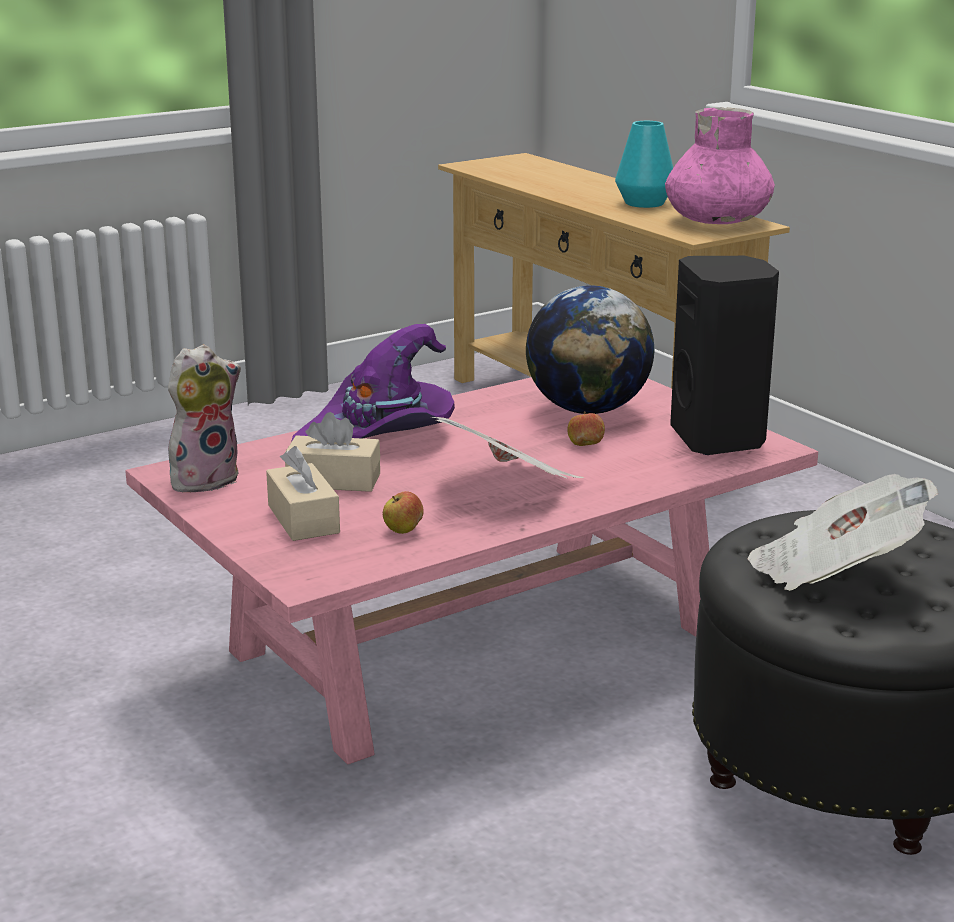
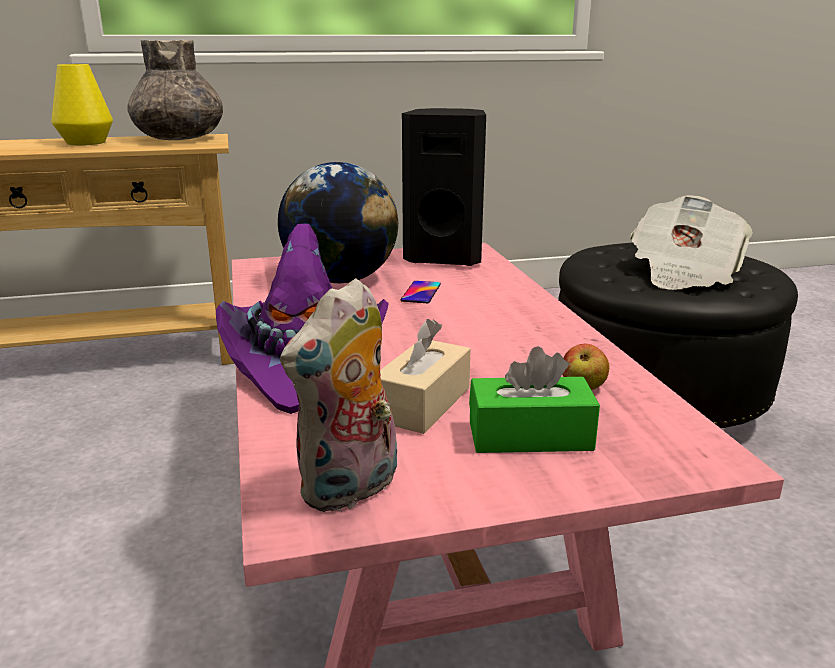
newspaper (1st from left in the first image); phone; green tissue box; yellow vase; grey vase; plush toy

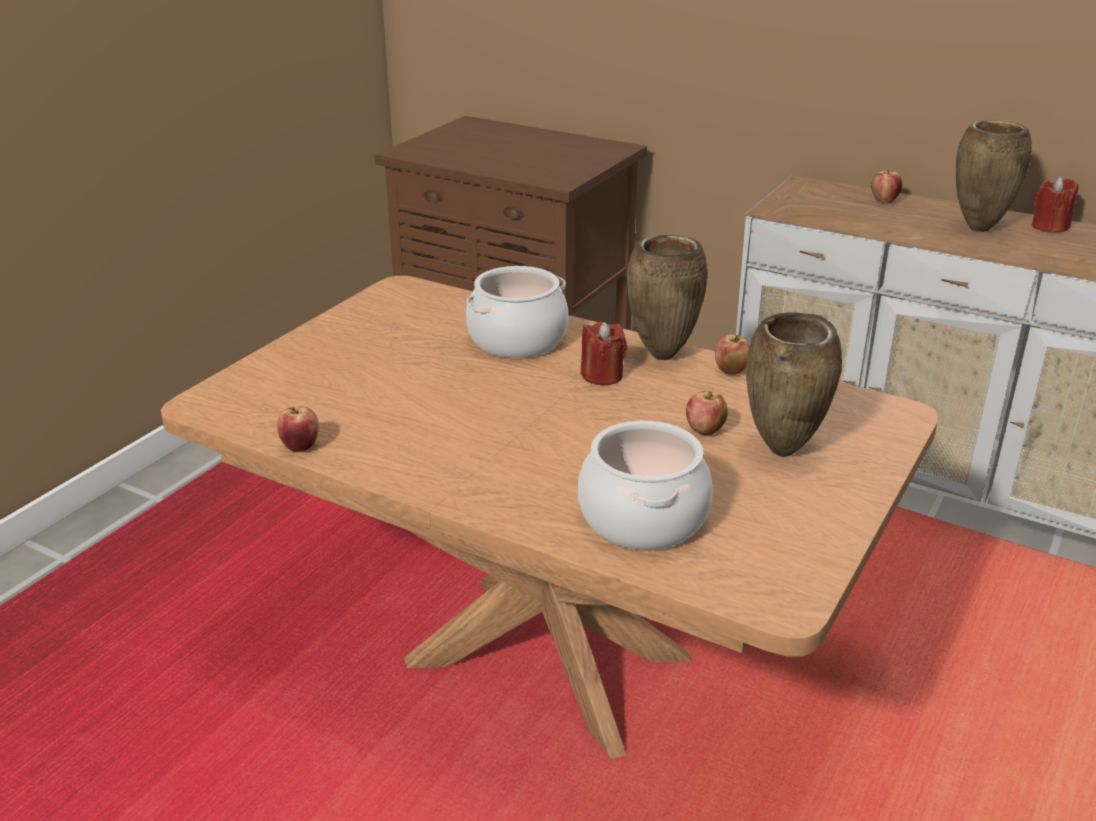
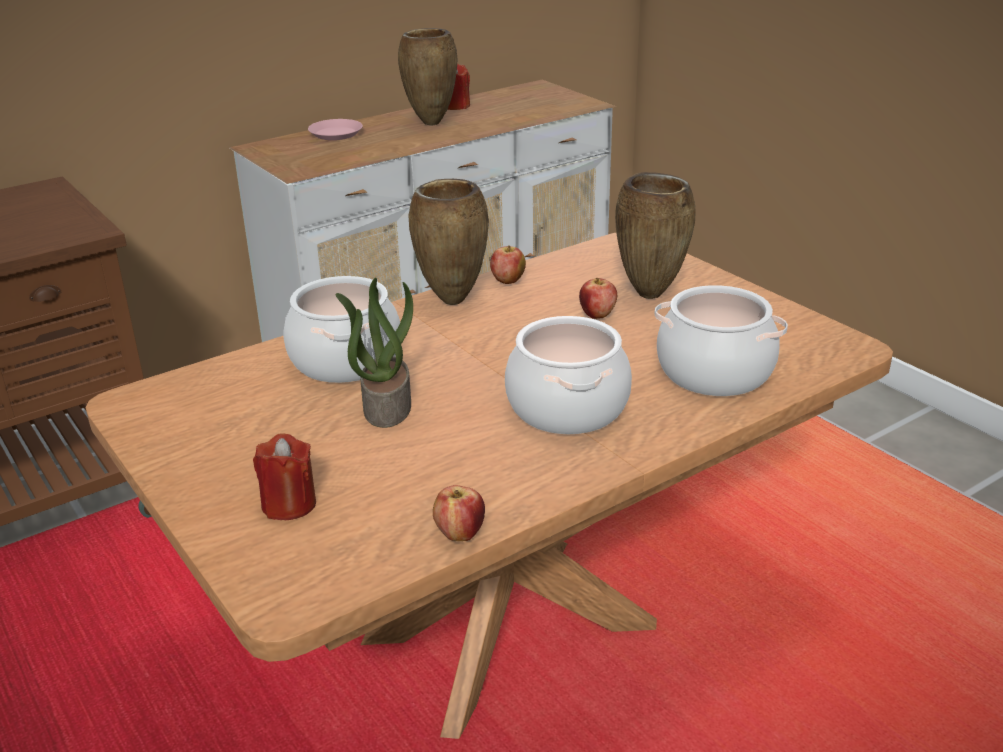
potted plant; cooking pot (2nd from left); red candle (1st from left); pink plate

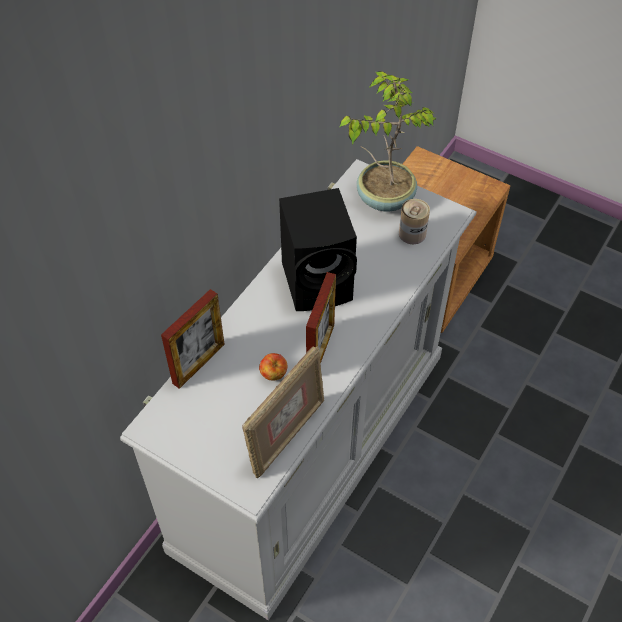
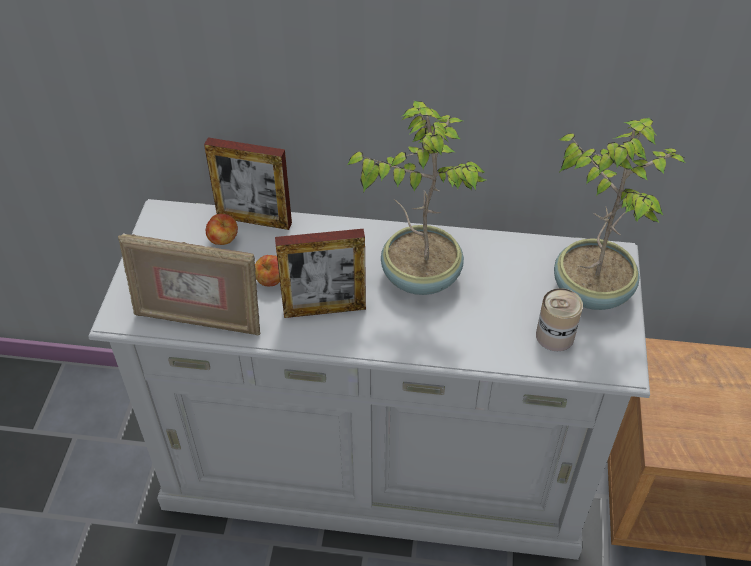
apple (1st from left); potted plant (1st from left)

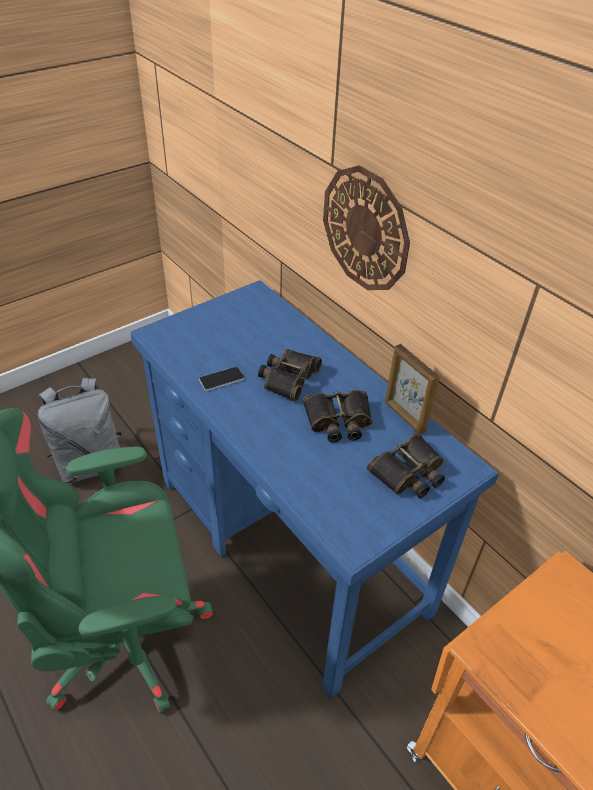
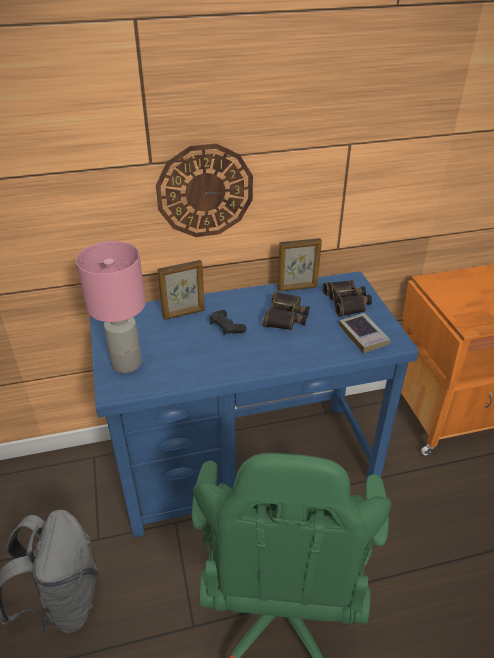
phone; pink table lamp; picture frame (1st from left); book; black game controller

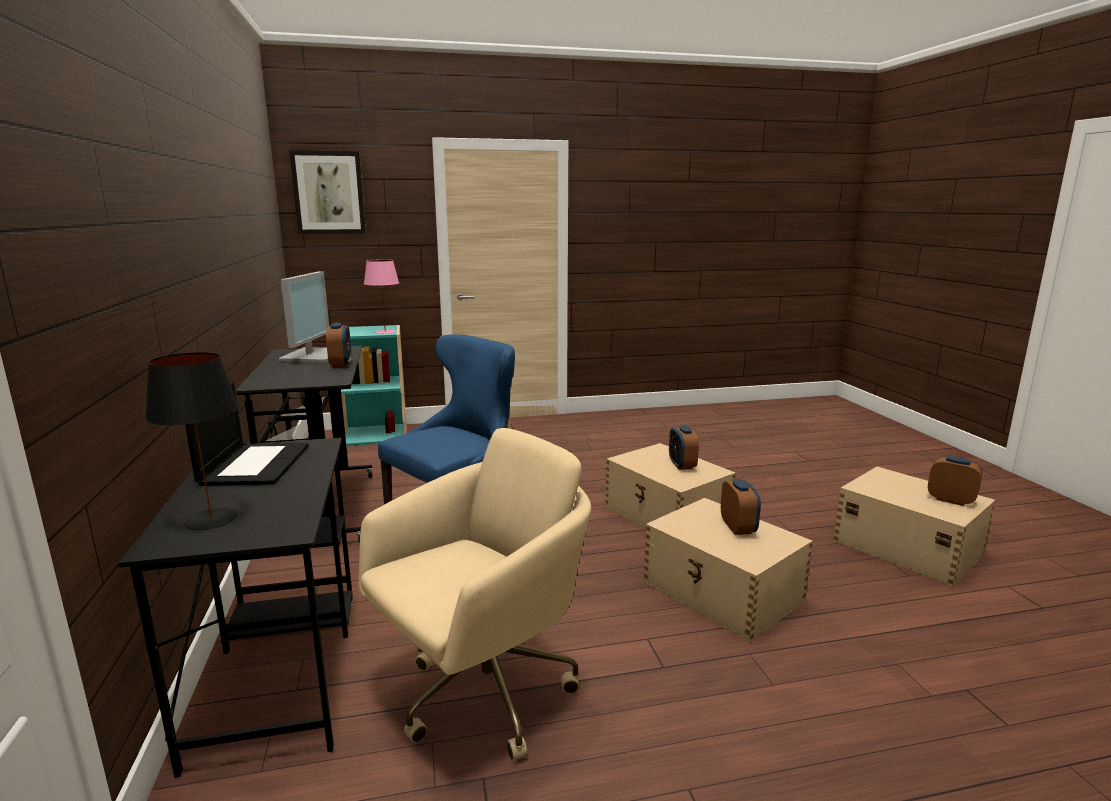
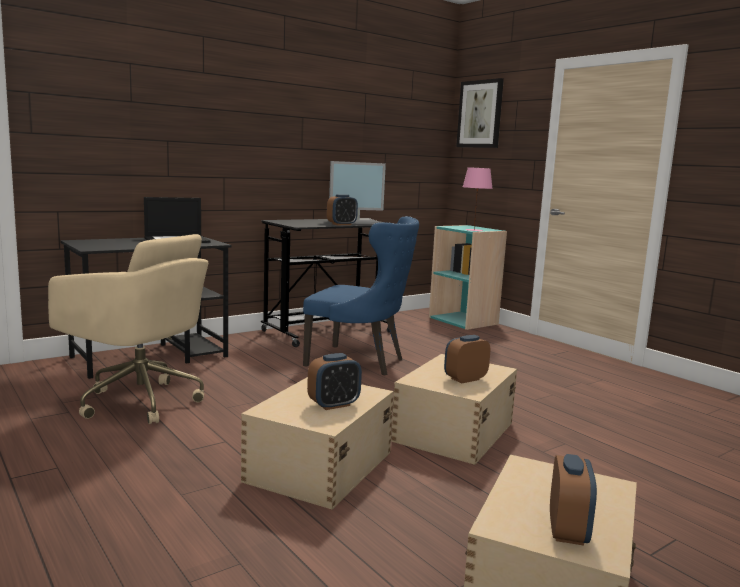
black table lamp

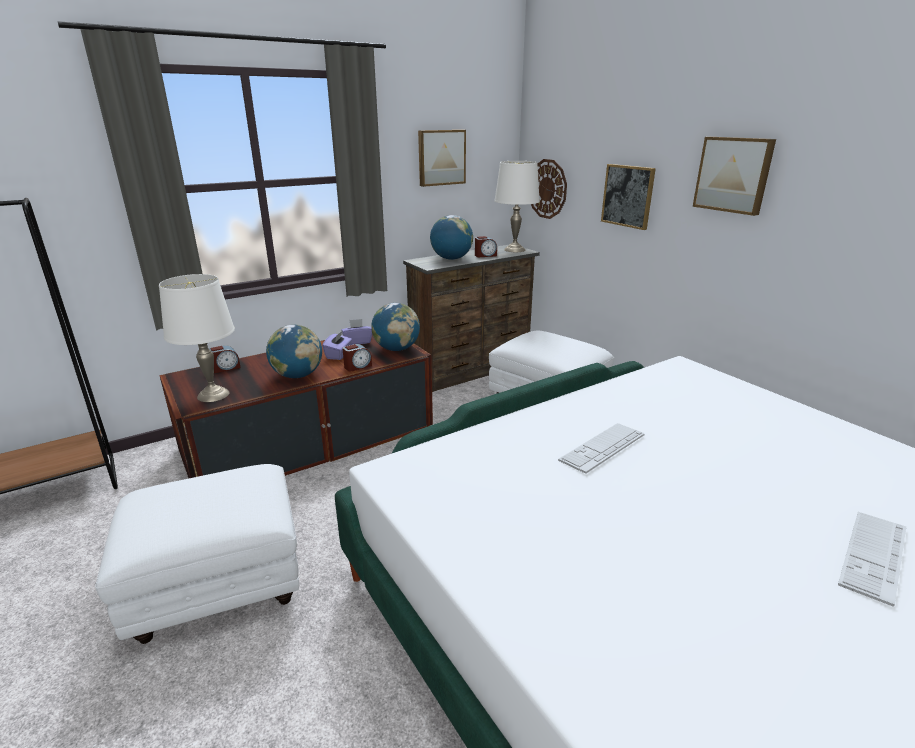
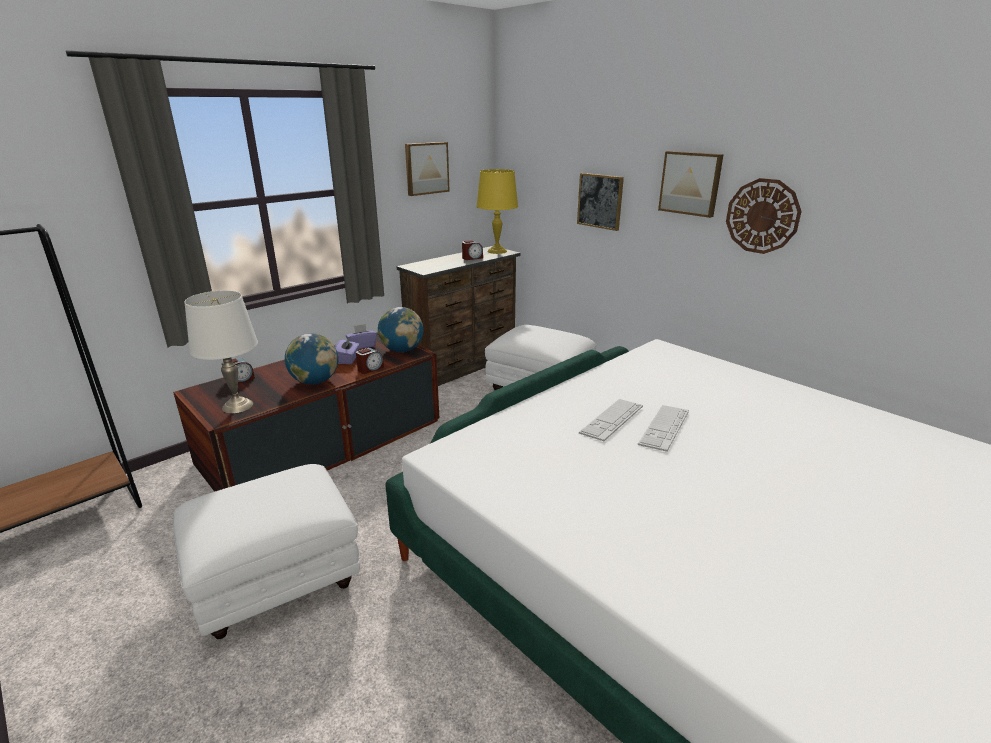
globe (3rd from left in the first image); wall clock; keyboard (2nd from left); yellow table lamp

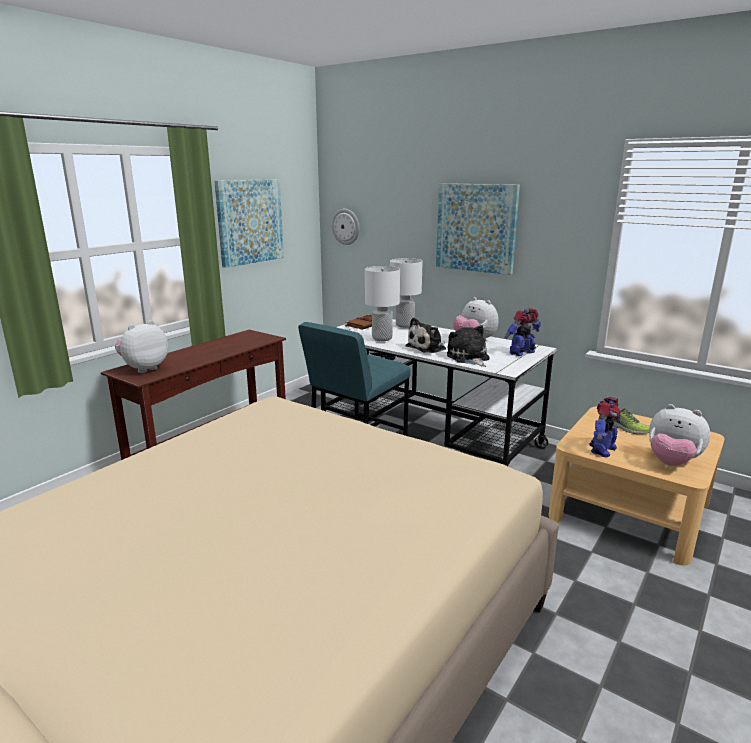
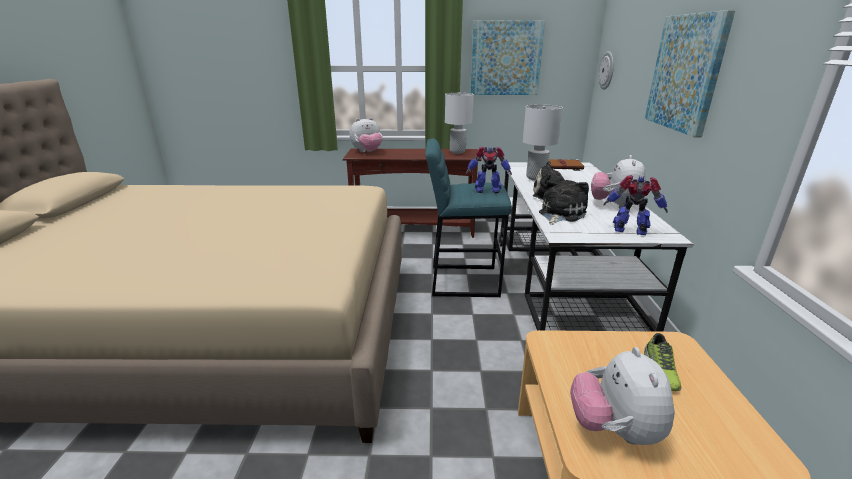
white table lamp (1st from left); toy robot (1st from left); plush toy (1st from left)

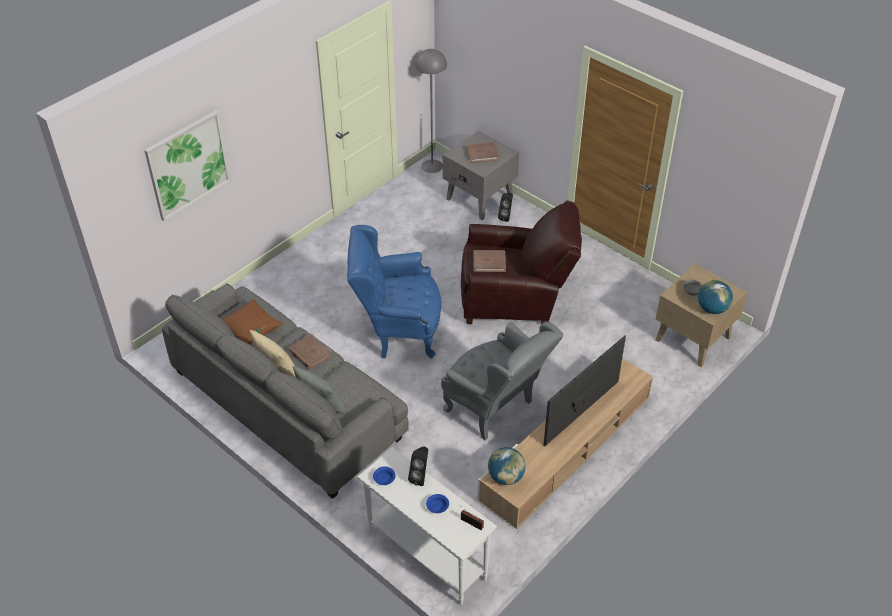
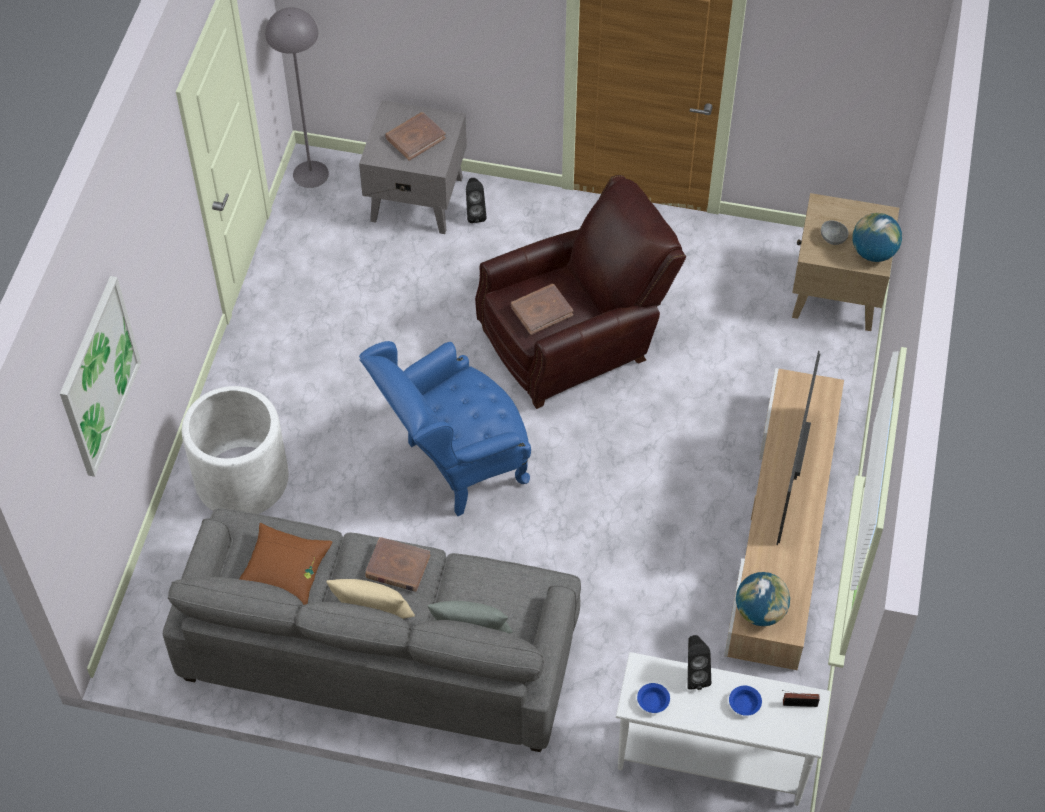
grey armchair; white planter

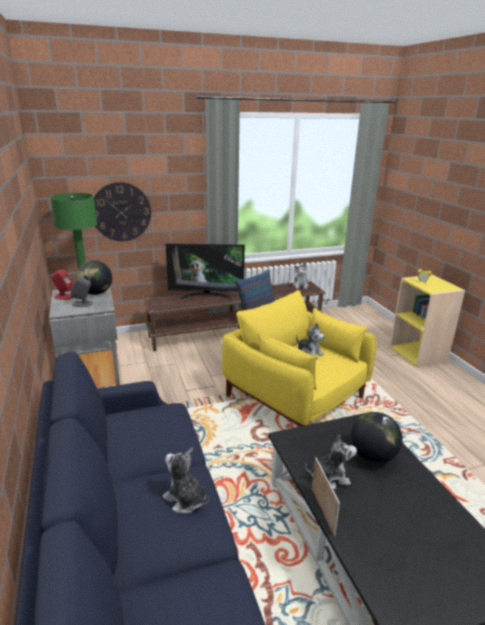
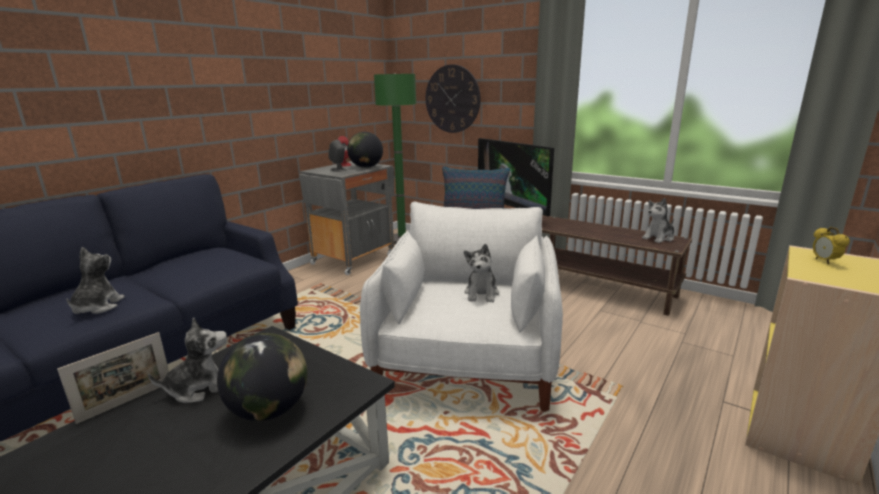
white armchair; plush toy (2nd from left)

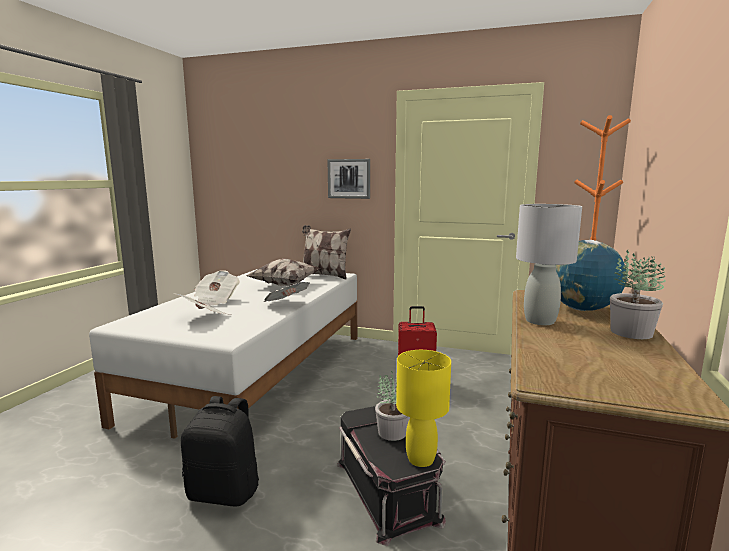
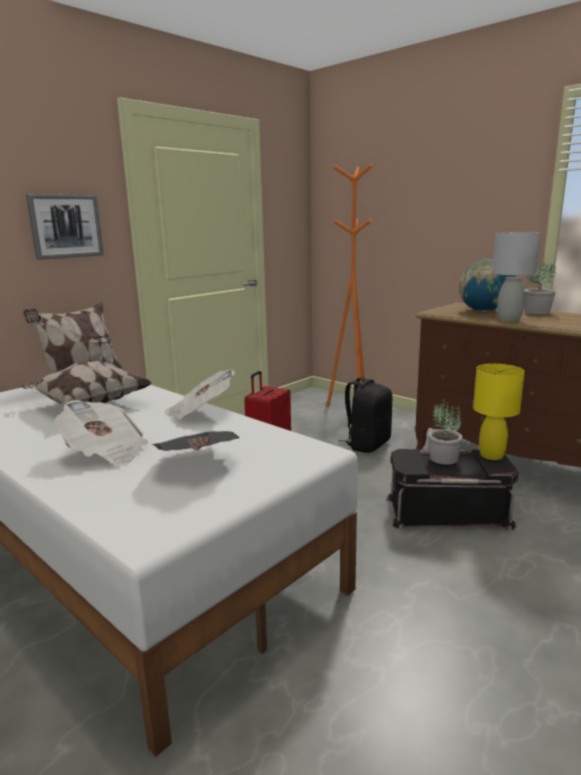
black backpack

